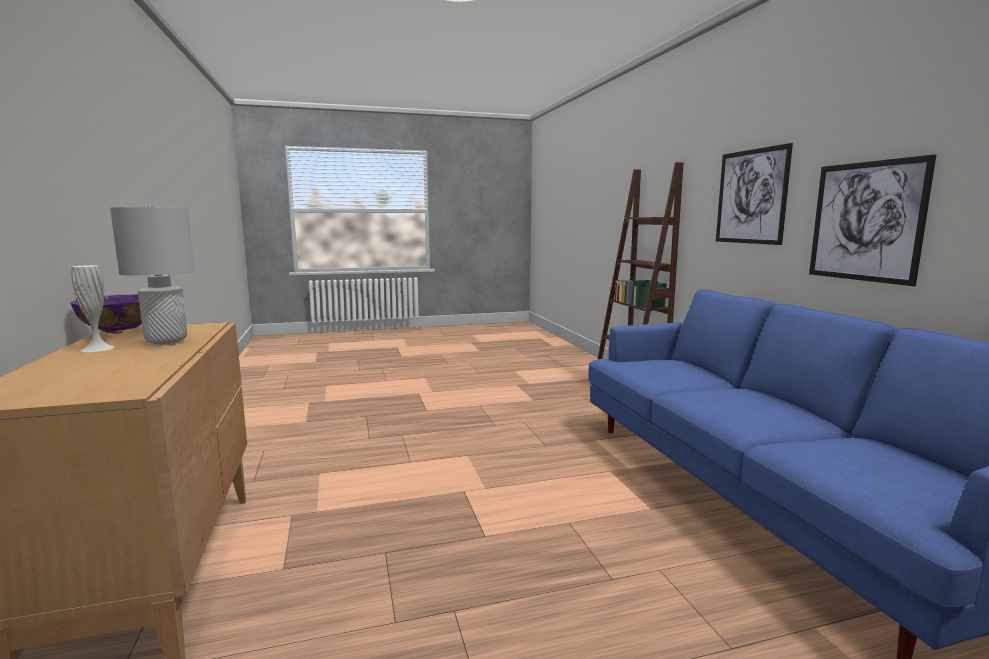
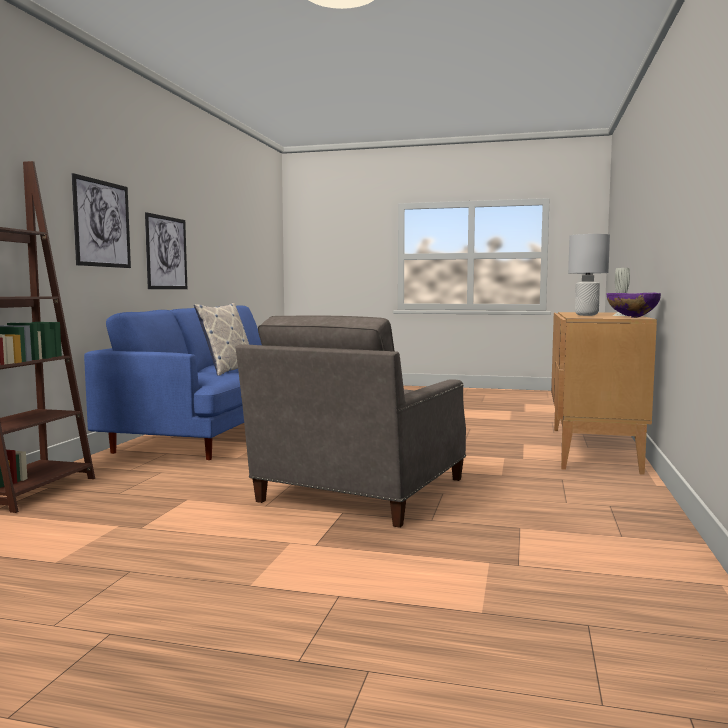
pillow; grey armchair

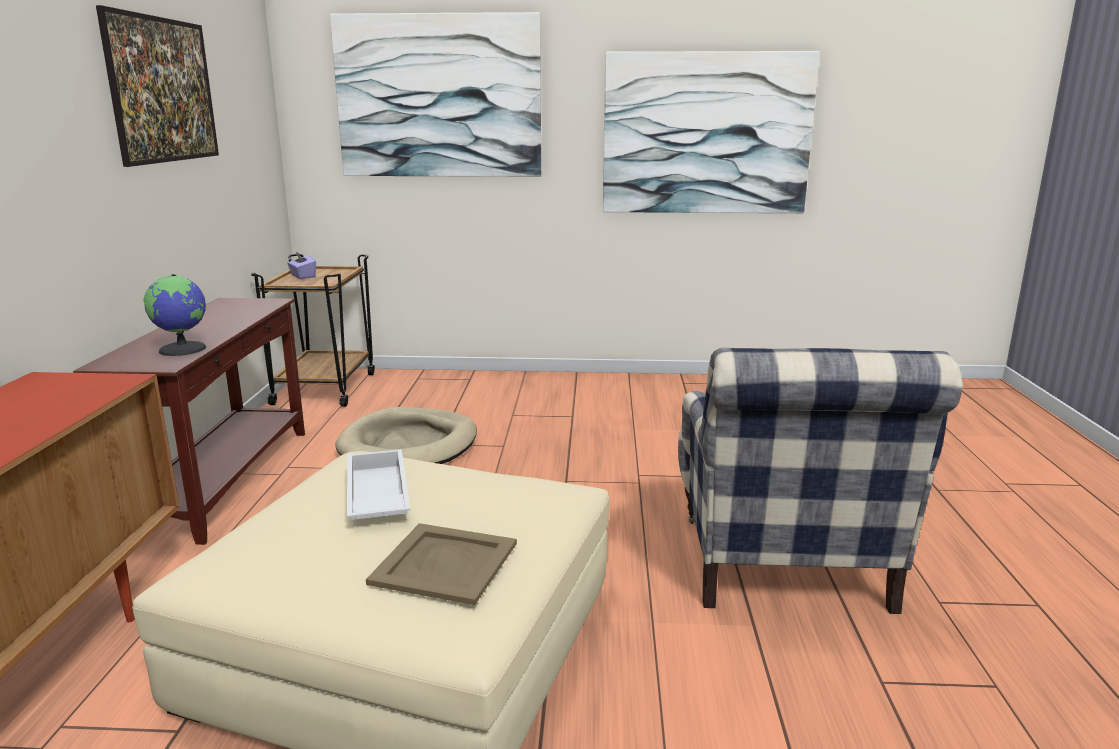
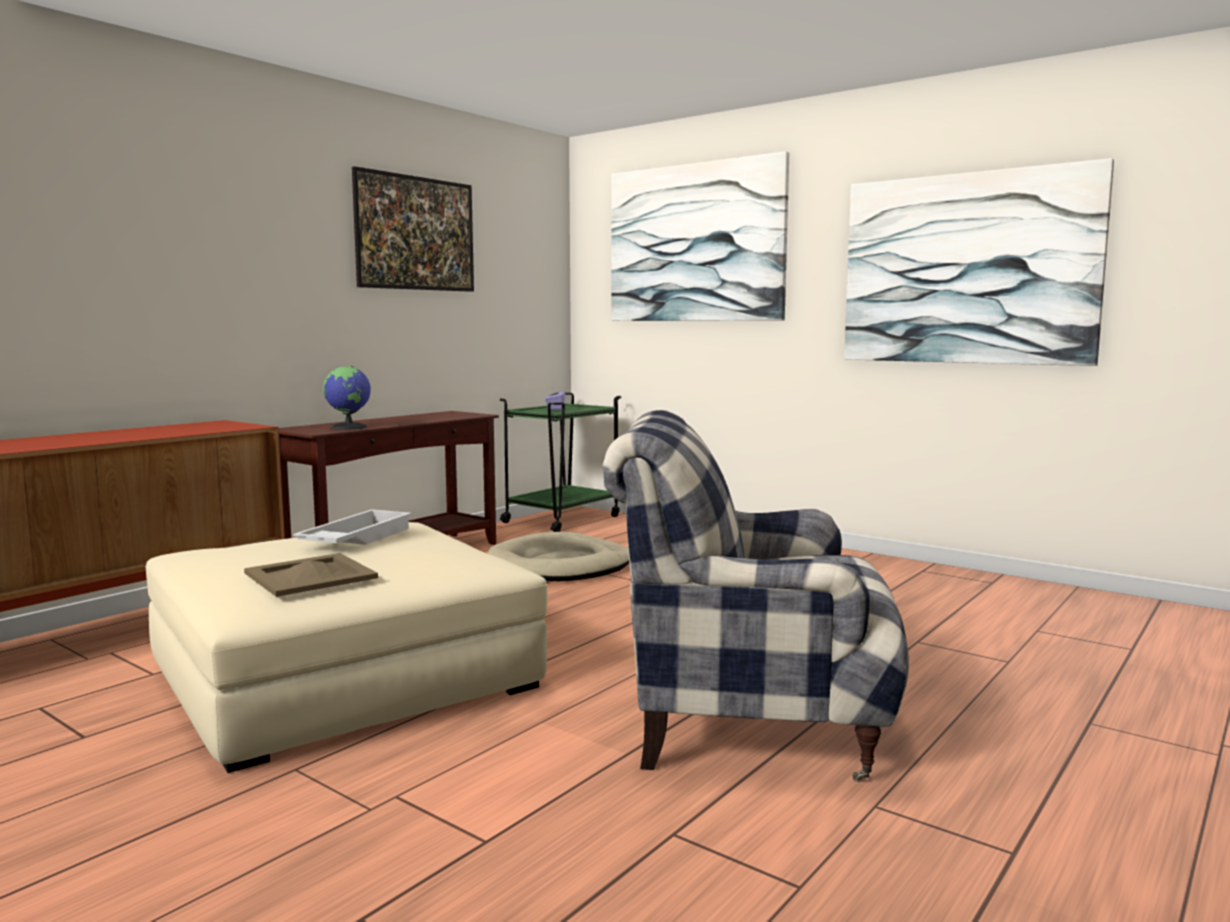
green cart; armchair

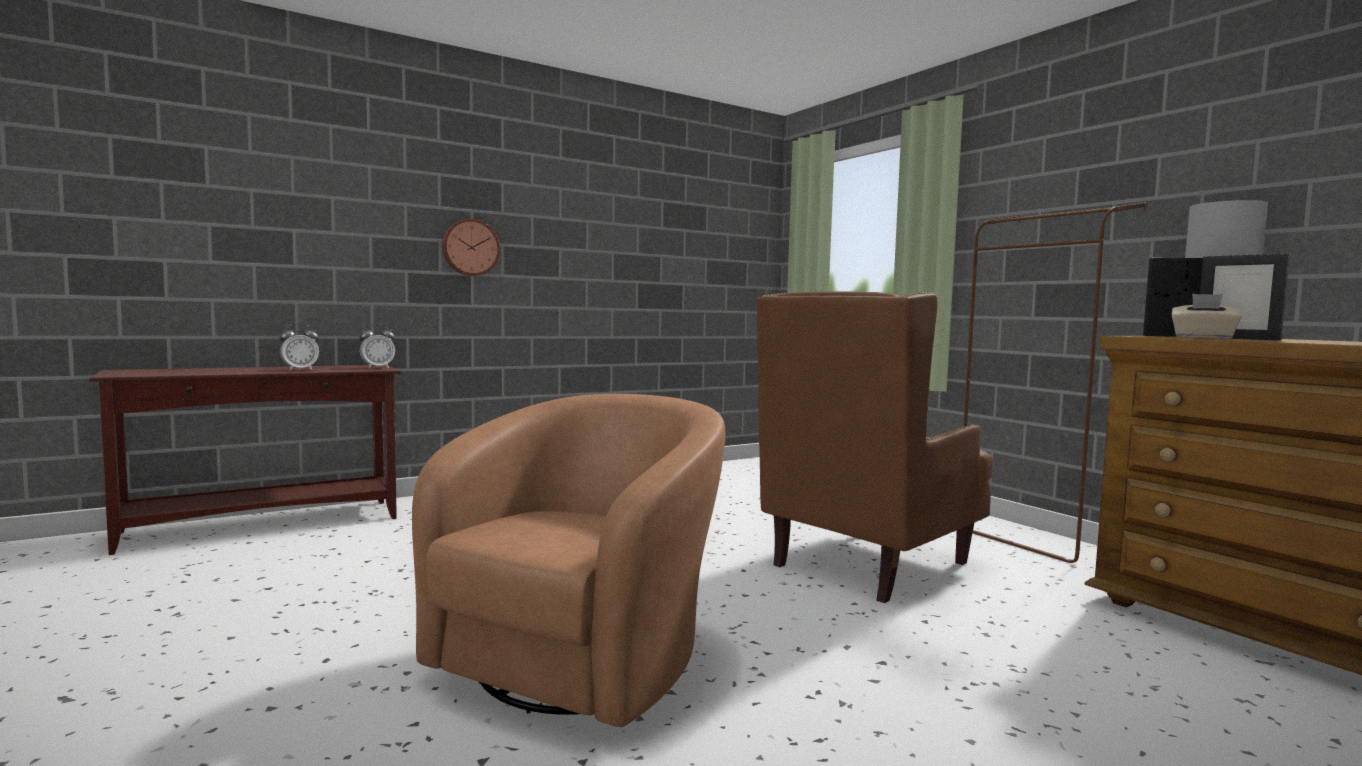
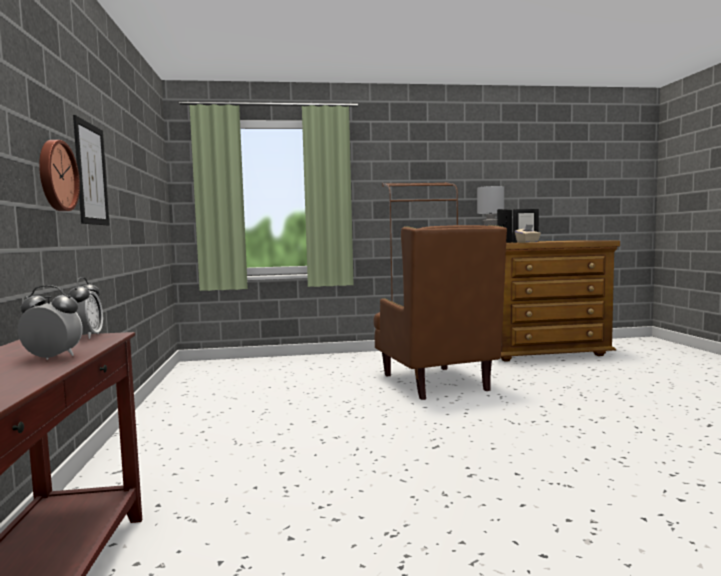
brown armchair (1st from left in the first image); picture; alarm clock (1st from left)

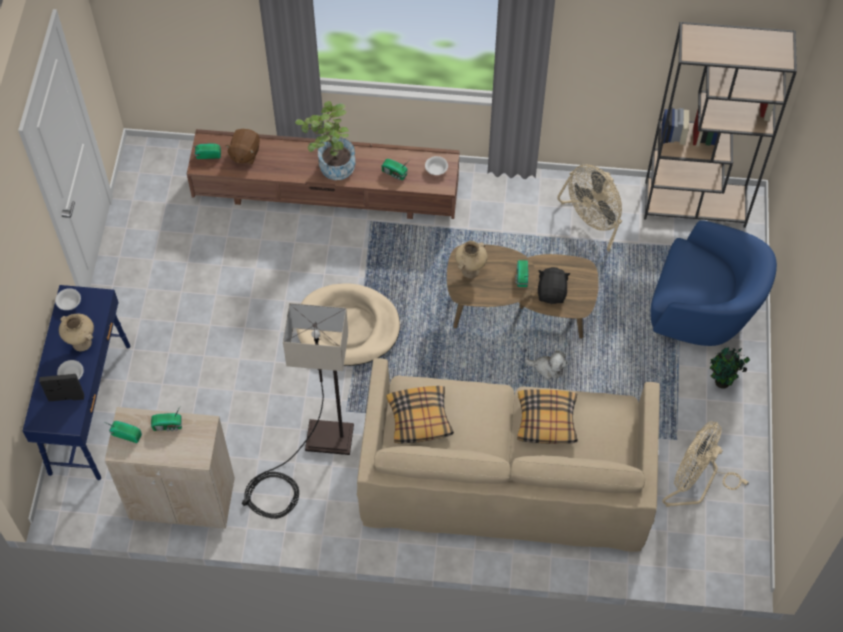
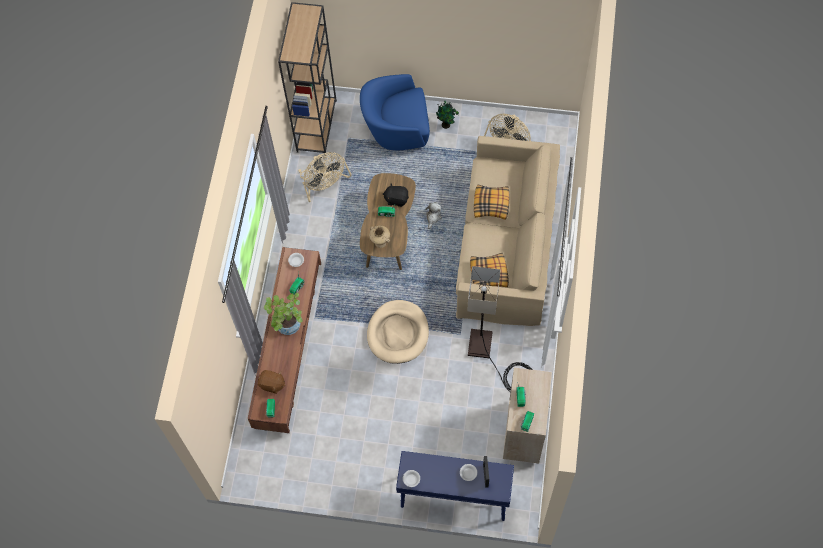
beige vase (1st from left in the first image); blue armchair

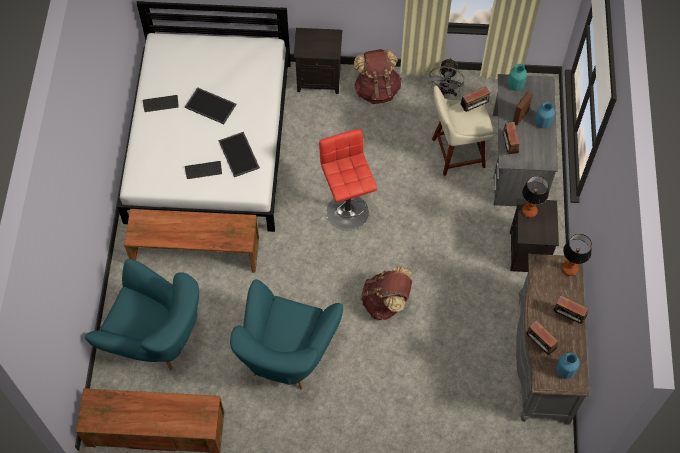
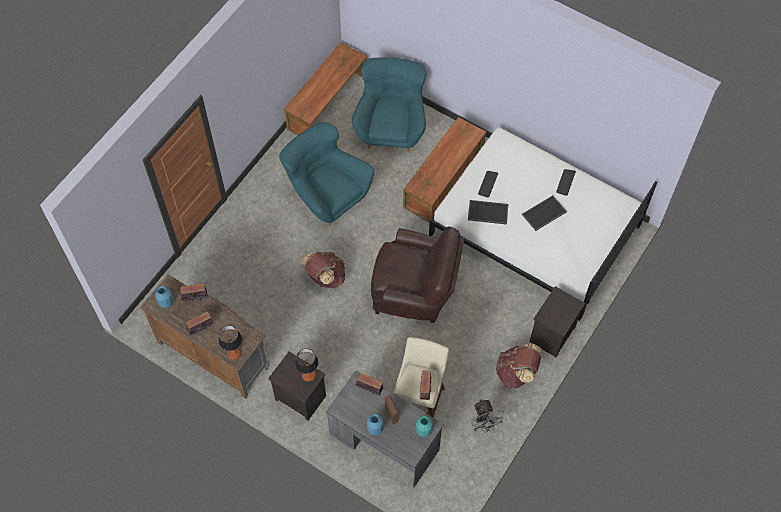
brown armchair; turquoise armchair (2nd from left); grey fan

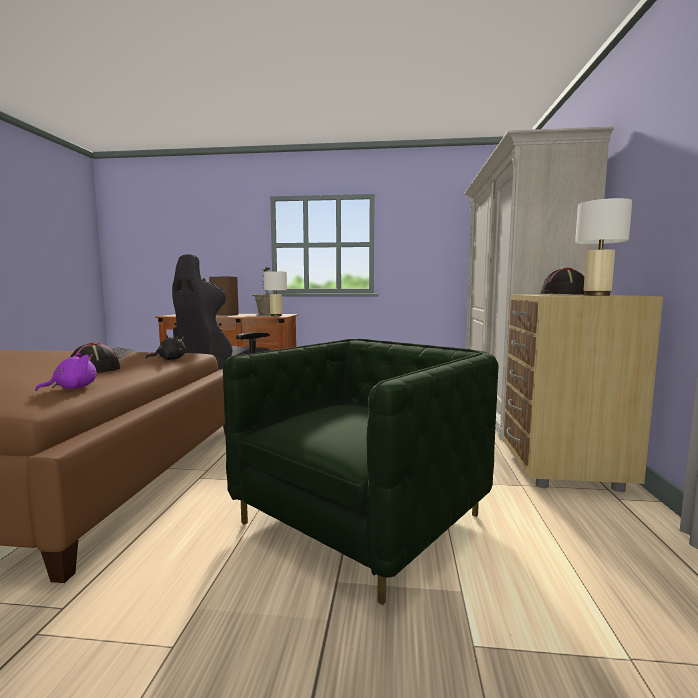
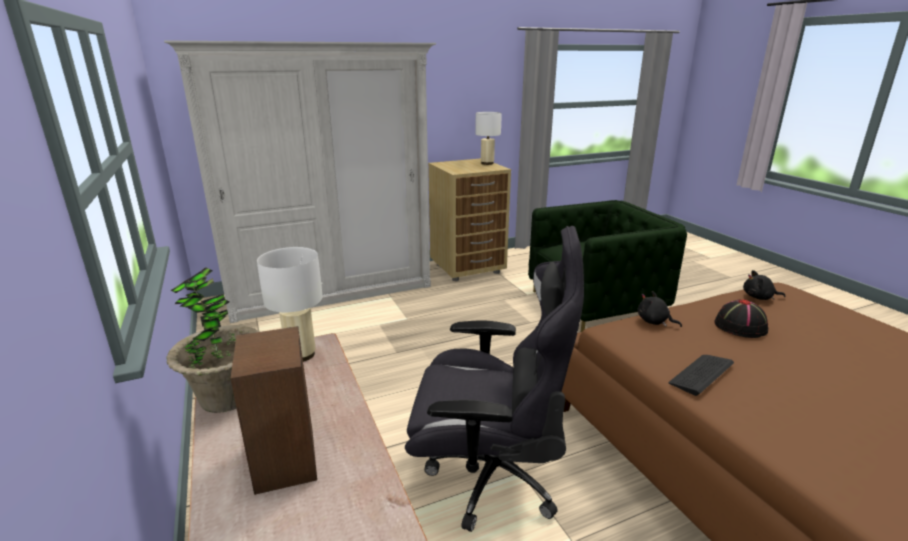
black hat (2nd from left in the first image); black plush toy (2nd from left); green armchair

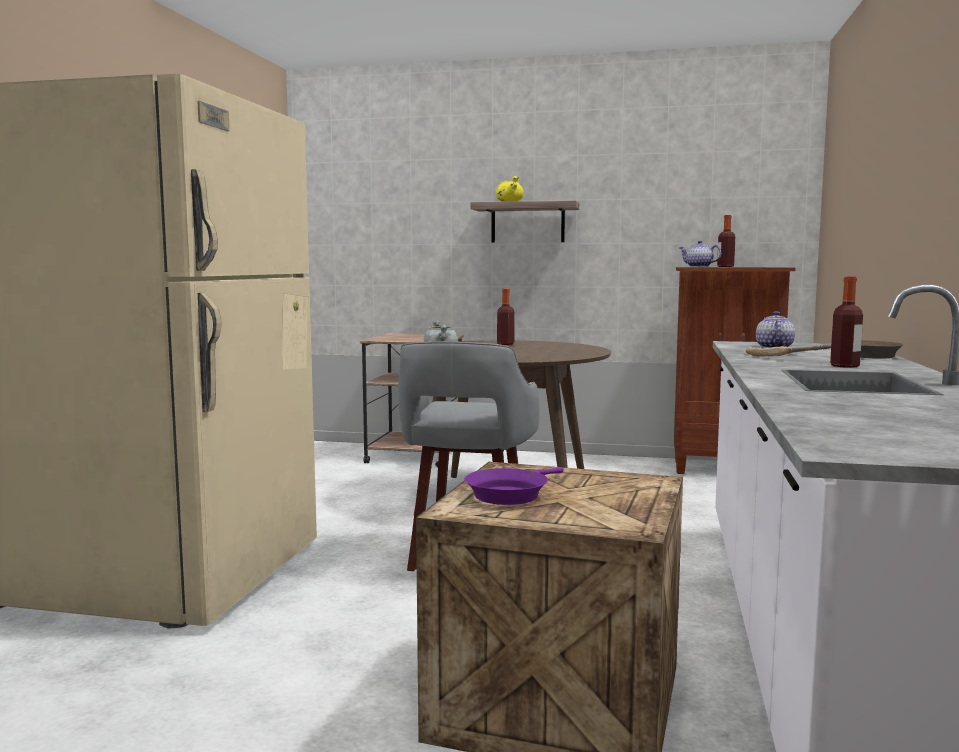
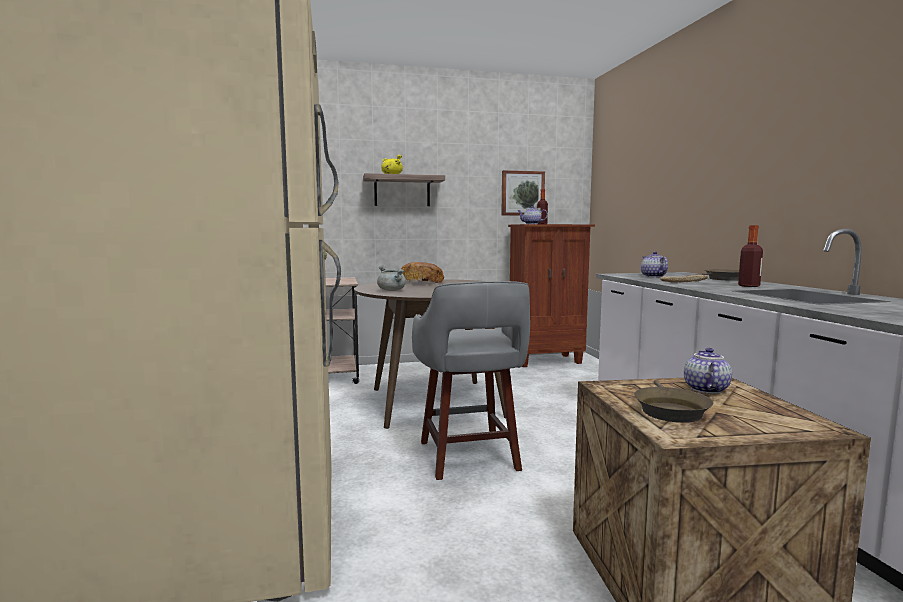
picture; teapot (3rd from left); bread (1st from left); brown frying pan (1st from left)

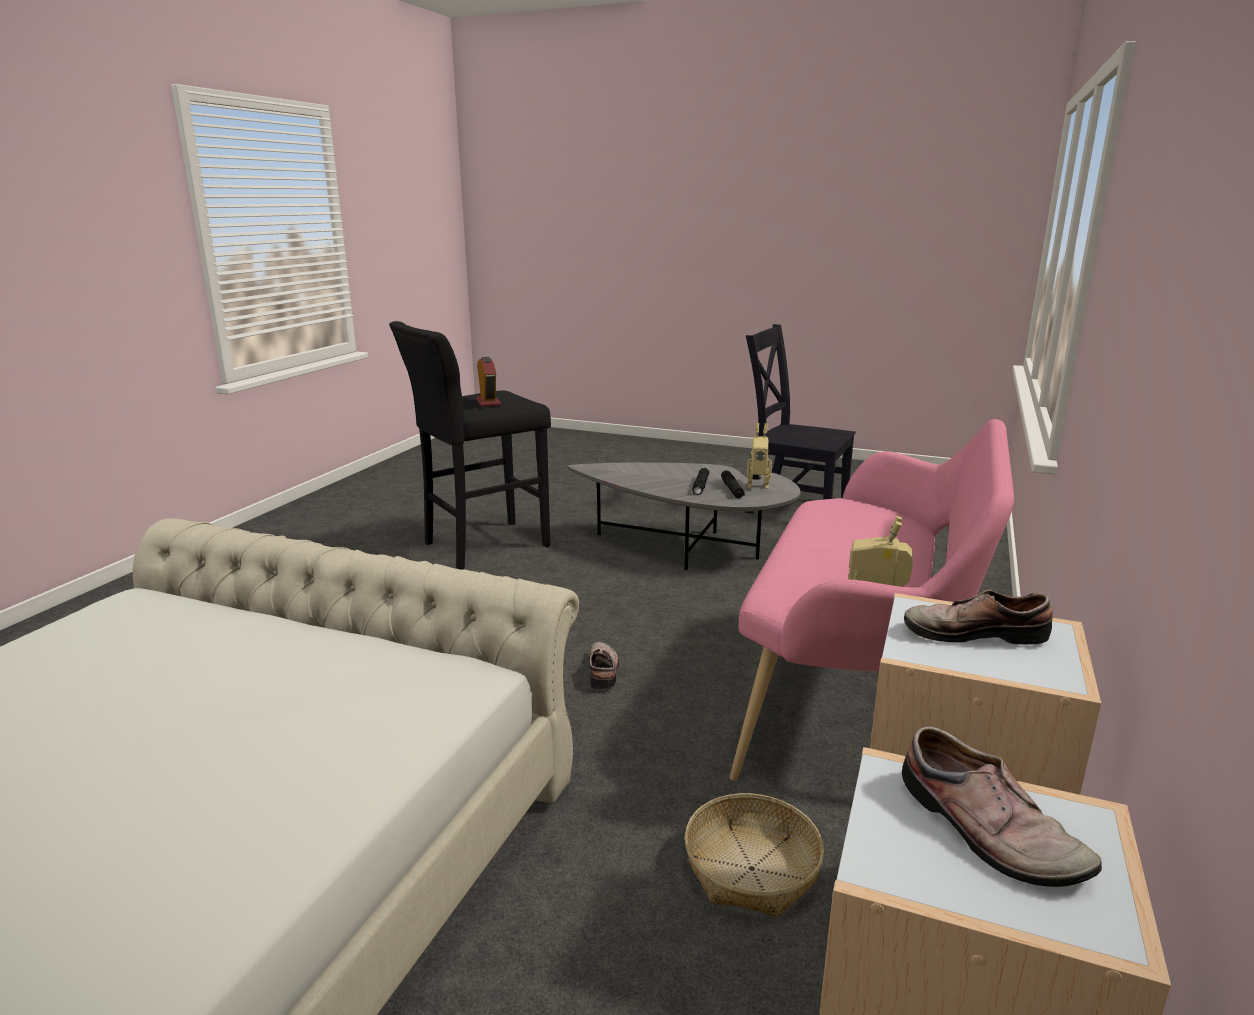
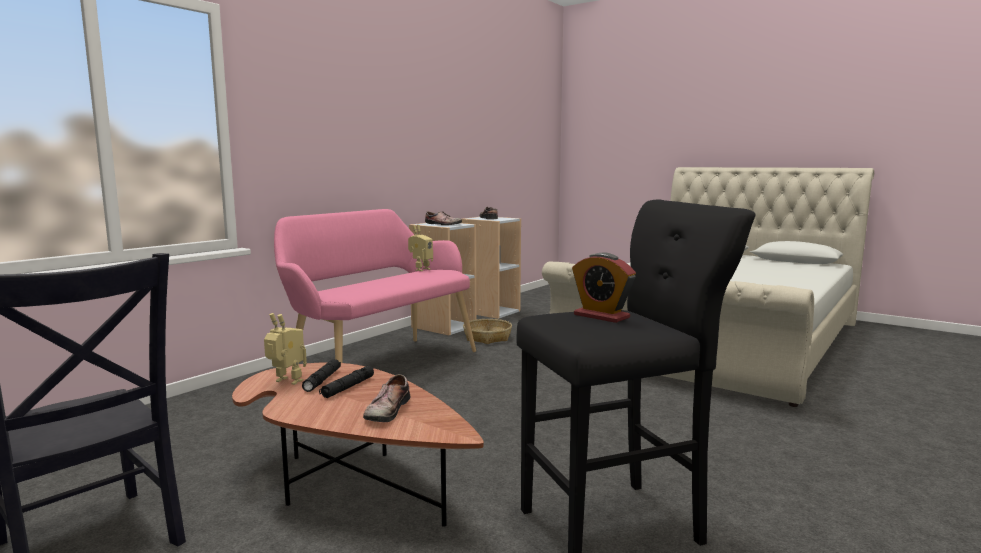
shoe (1st from left); brown coffee table; alarm clock

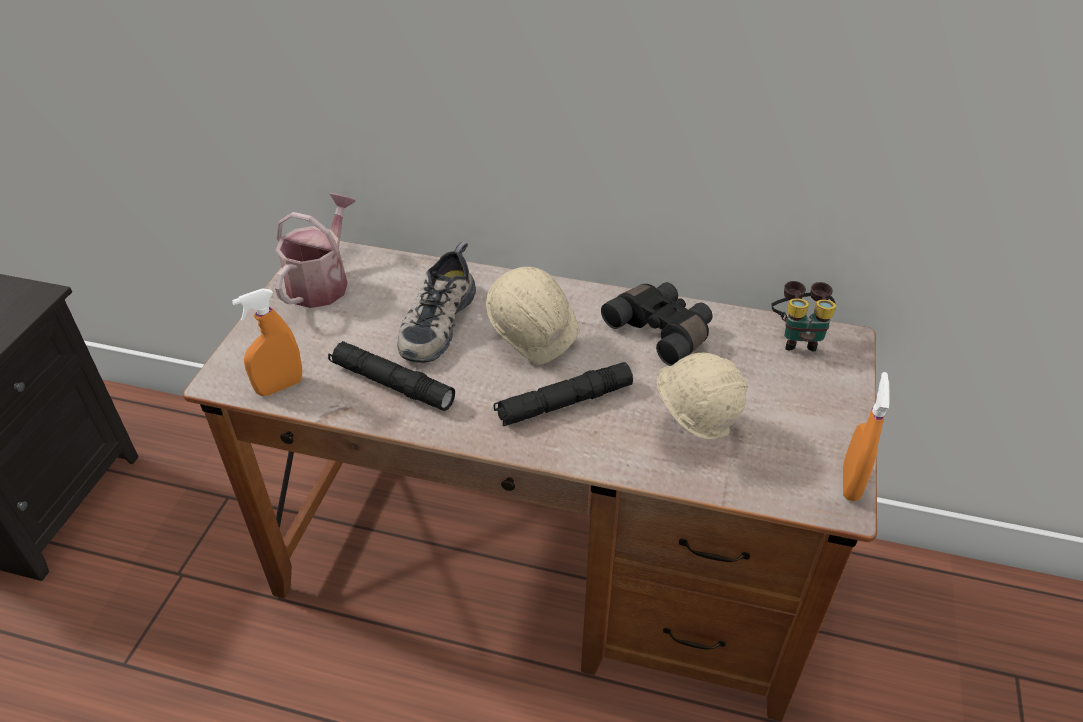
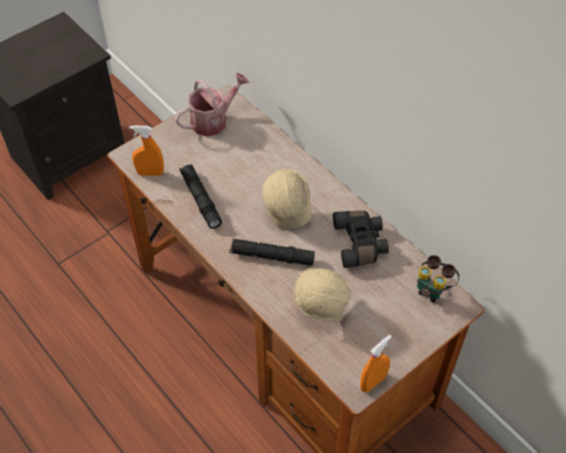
shoe

